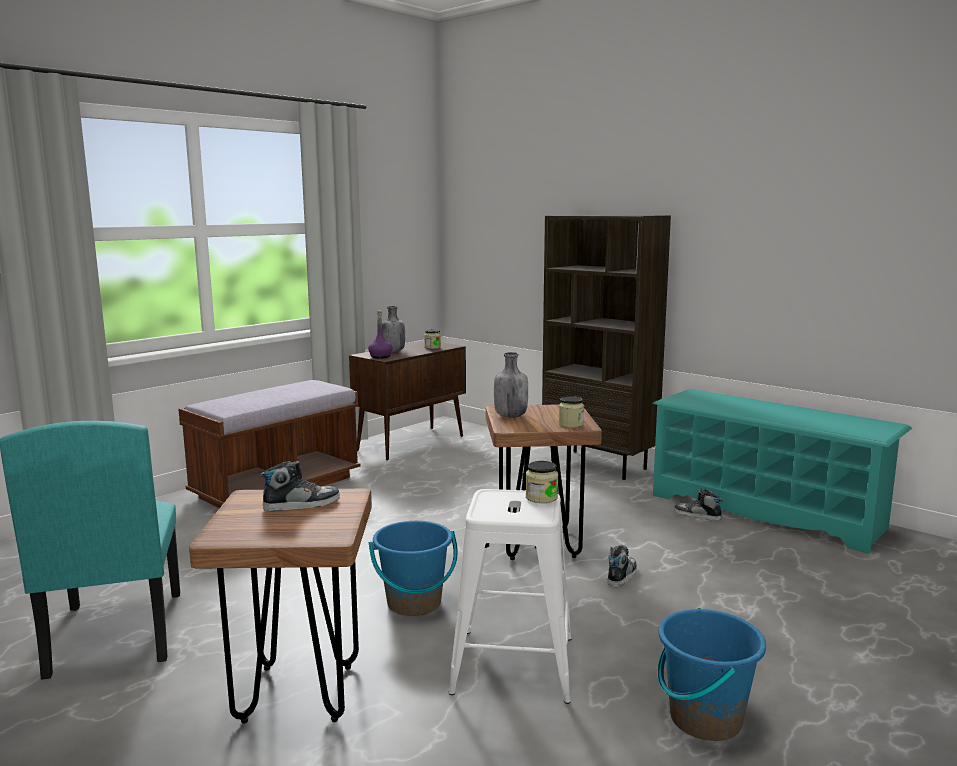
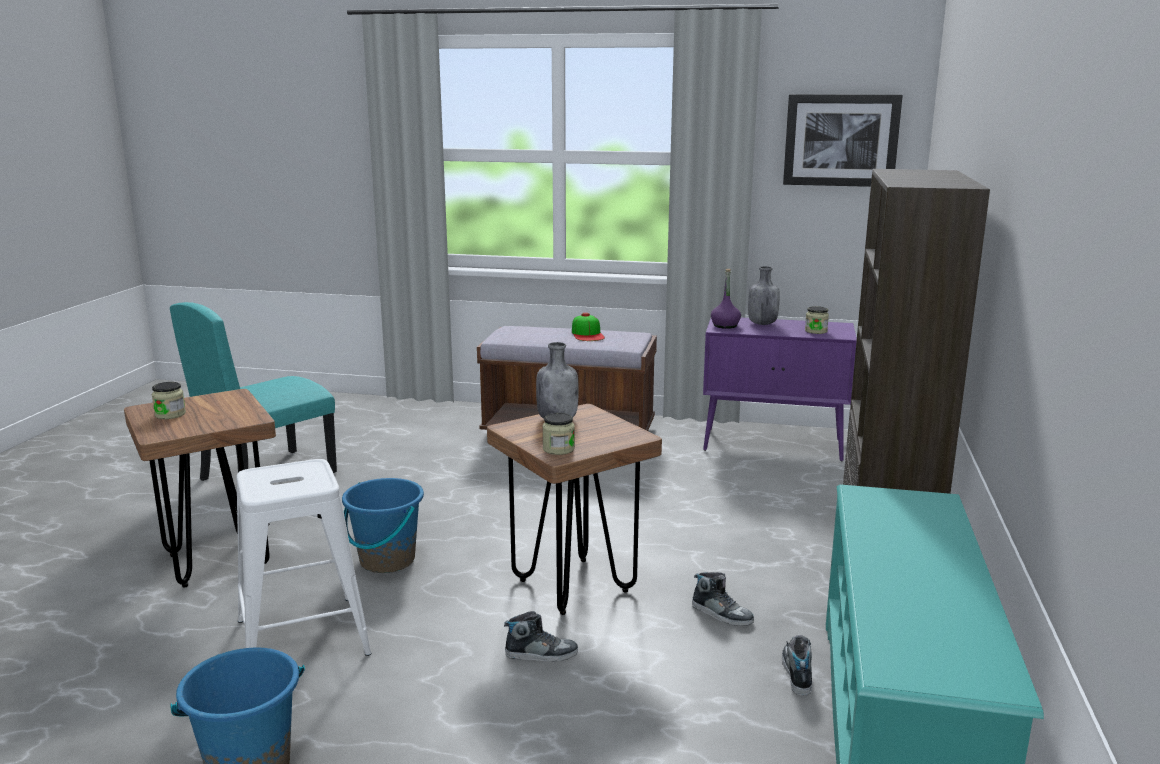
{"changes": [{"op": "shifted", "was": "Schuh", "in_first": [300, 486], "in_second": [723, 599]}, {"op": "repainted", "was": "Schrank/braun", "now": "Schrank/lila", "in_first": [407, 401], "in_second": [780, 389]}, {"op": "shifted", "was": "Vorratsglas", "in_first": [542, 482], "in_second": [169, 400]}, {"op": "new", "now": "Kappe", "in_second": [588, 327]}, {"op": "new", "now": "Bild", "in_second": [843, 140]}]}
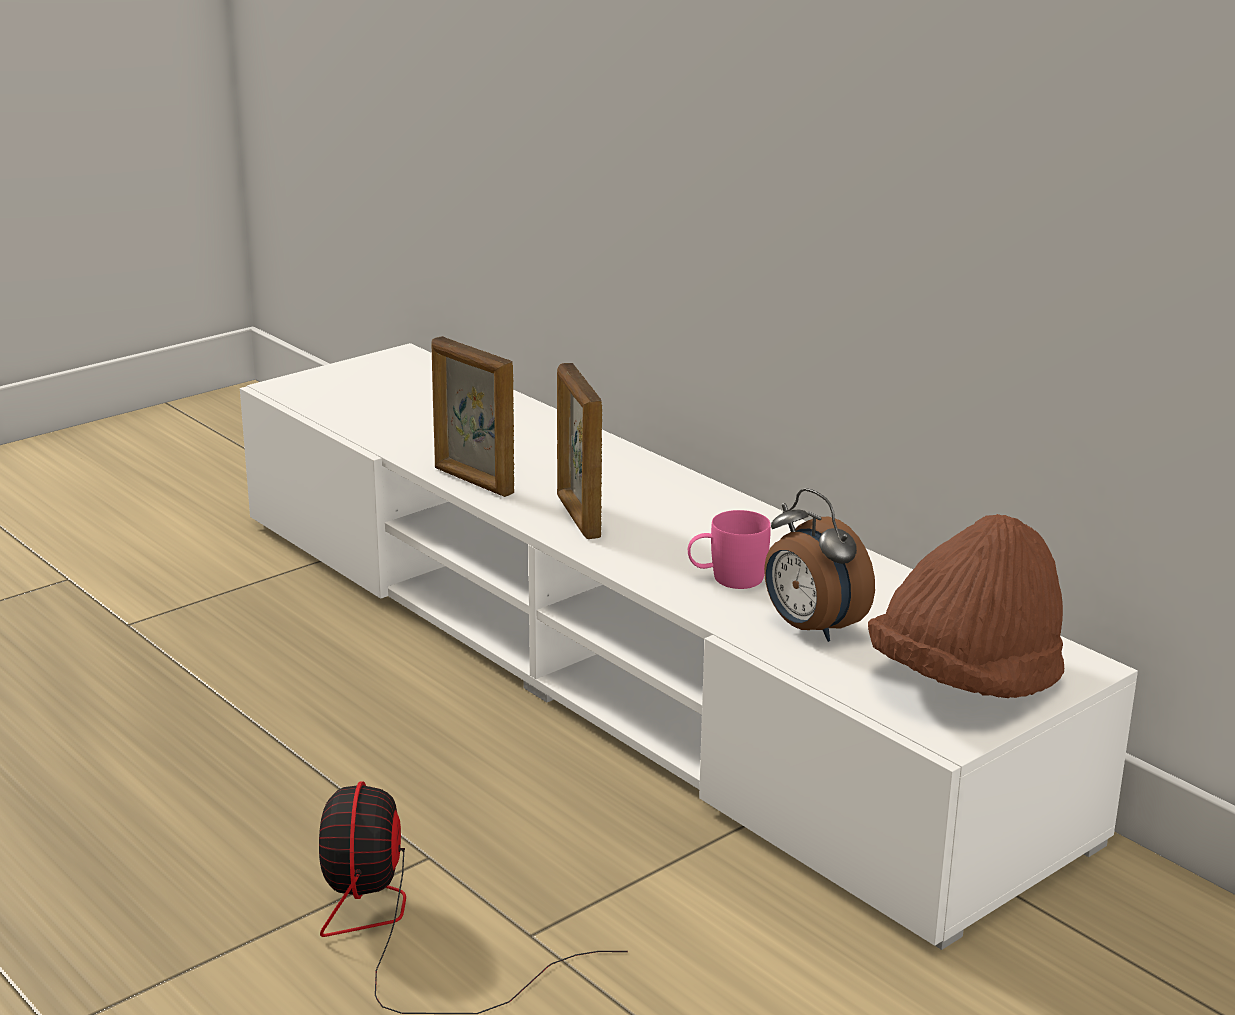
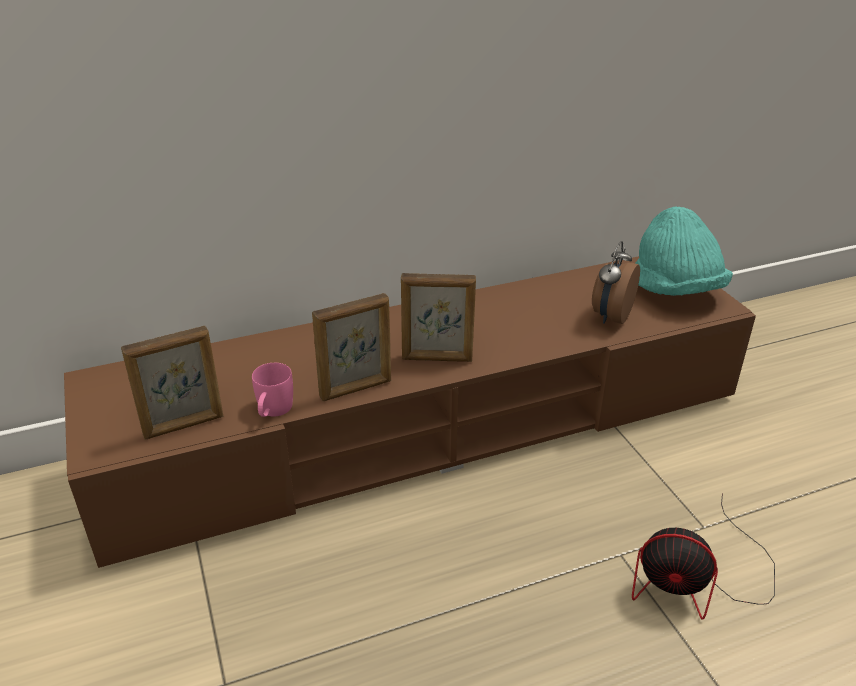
{"changes": [{"op": "repainted", "was": "Fernsehschrank/weiß", "now": "Fernsehschrank/braun", "in_first": [689, 646], "in_second": [410, 412]}, {"op": "shifted", "was": "Henkelbecher/rosa", "in_first": [729, 549], "in_second": [272, 390]}, {"op": "rotated", "was": "Wecker", "in_first": [819, 565], "in_second": [616, 282], "clockwise": 135}, {"op": "repainted", "was": "Hut/braun", "now": "Hut/türkis", "in_first": [966, 606], "in_second": [684, 251]}, {"op": "new", "now": "Bilderrahmen", "in_second": [172, 382]}]}
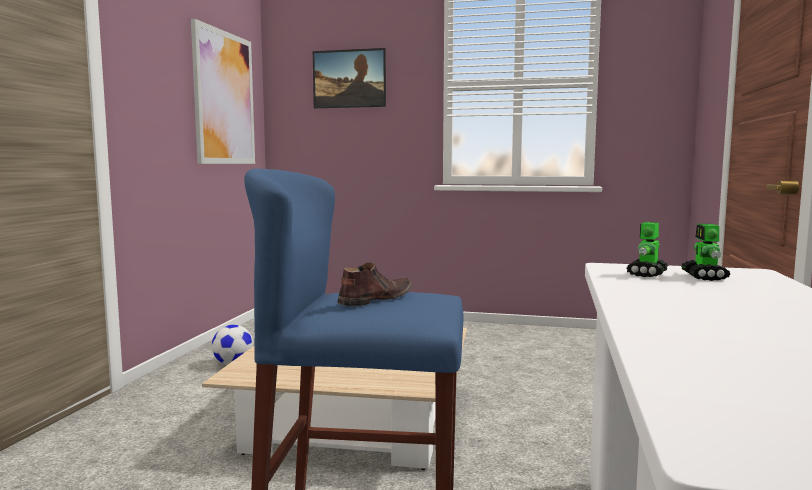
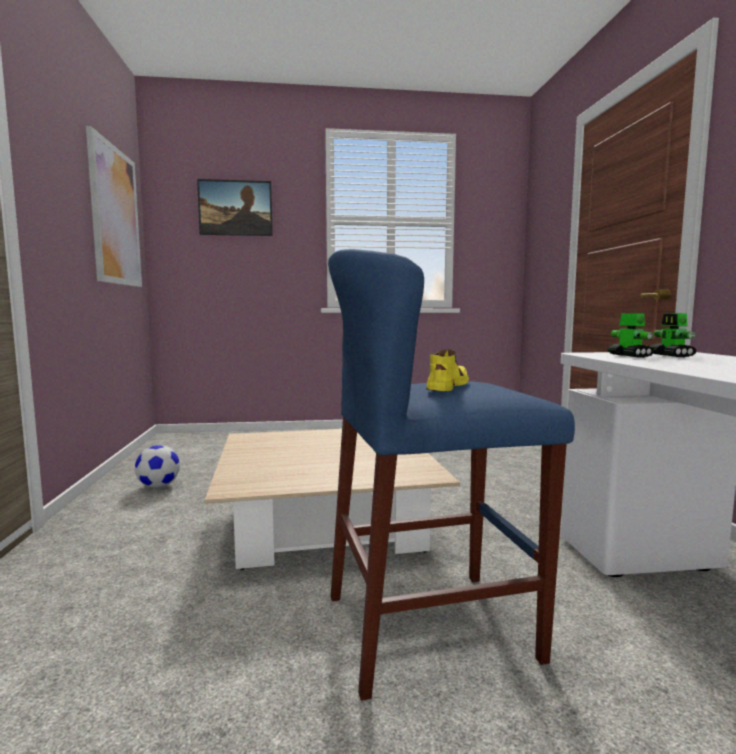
{"changes": [{"op": "repainted", "was": "Schuh/braun", "now": "Schuh/gelb", "in_first": [374, 284], "in_second": [447, 370]}, {"op": "rotated", "was": "Spielzeugroboter", "in_first": [647, 249], "in_second": [630, 335], "clockwise": 150}]}
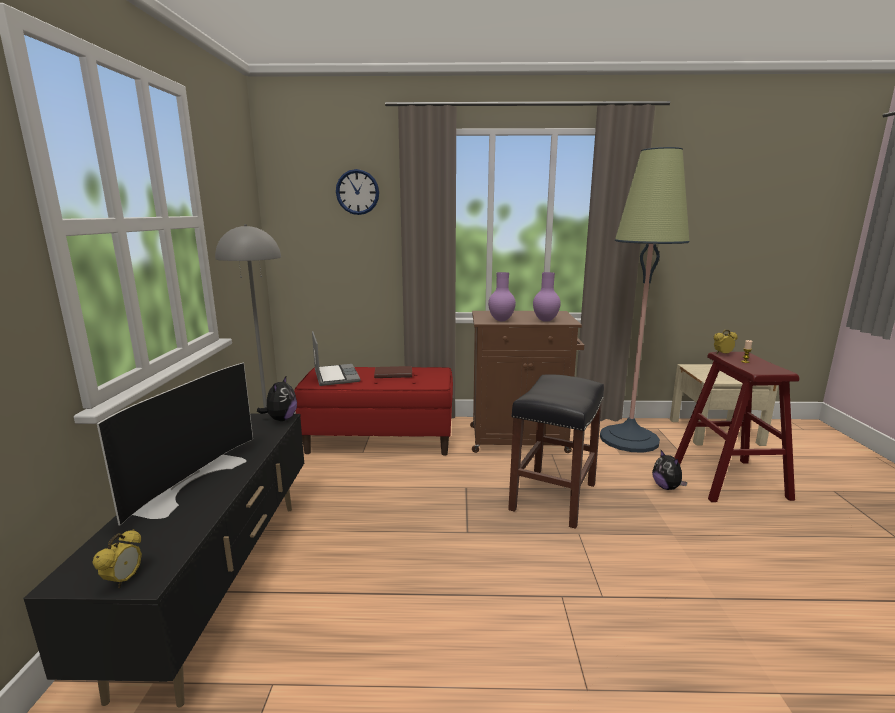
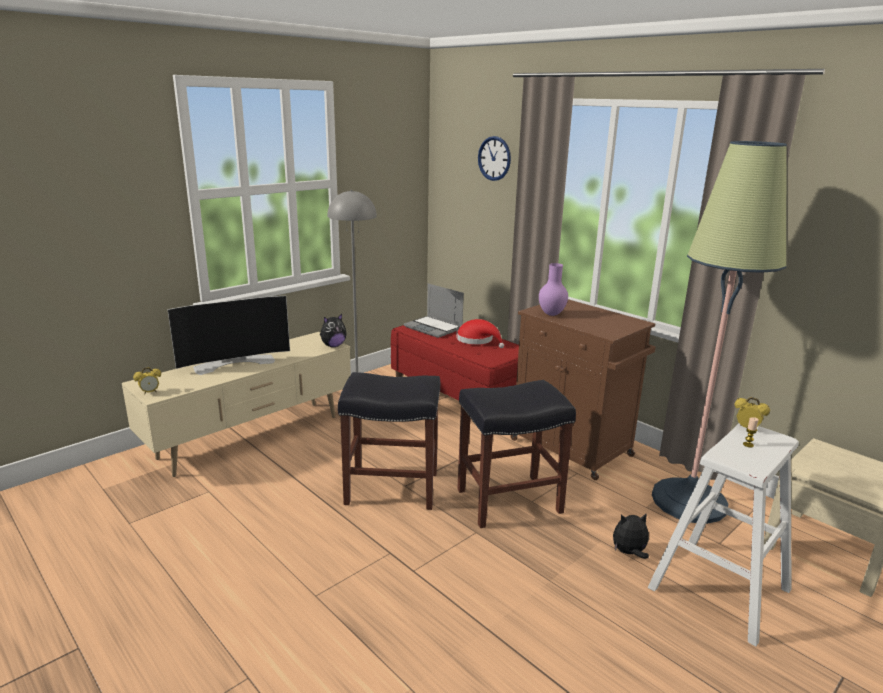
{"changes": [{"op": "repainted", "was": "Fernsehschrank/schwarz", "now": "Fernsehschrank/beige", "in_first": [163, 560], "in_second": [236, 404]}, {"op": "rotated", "was": "Laptop", "in_first": [336, 358], "in_second": [434, 311], "clockwise": 105}, {"op": "swapped", "was": "Buch/braun", "now": "Hut/rot", "in_first": [393, 372], "in_second": [480, 333]}, {"op": "gone", "was": "Vase/lila", "in_first": [547, 297]}, {"op": "rotated", "was": "Plüschtier", "in_first": [670, 470], "in_second": [631, 536], "clockwise": 60}, {"op": "repainted", "was": "Hocker/rot", "now": "Hocker/weiß", "in_first": [736, 427], "in_second": [723, 534]}, {"op": "new", "now": "Hocker/schwarz", "in_second": [389, 441]}]}
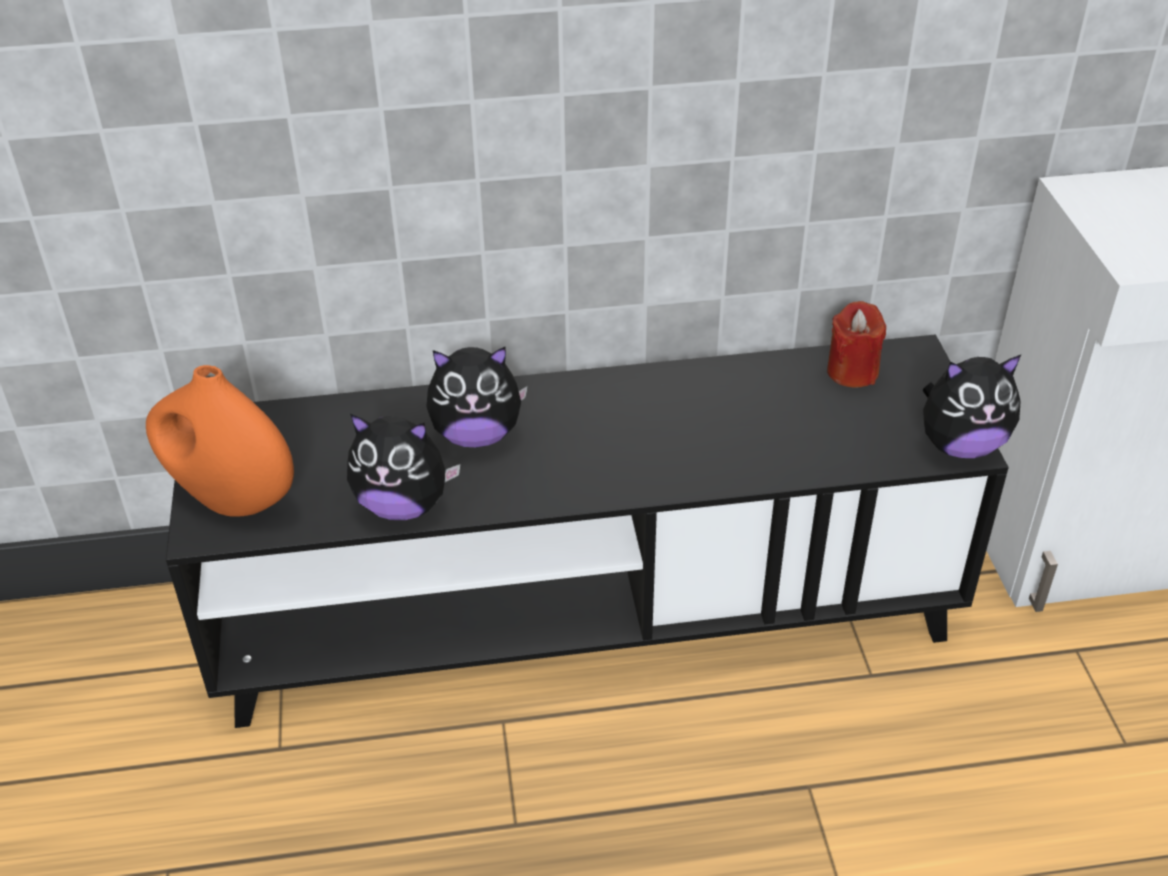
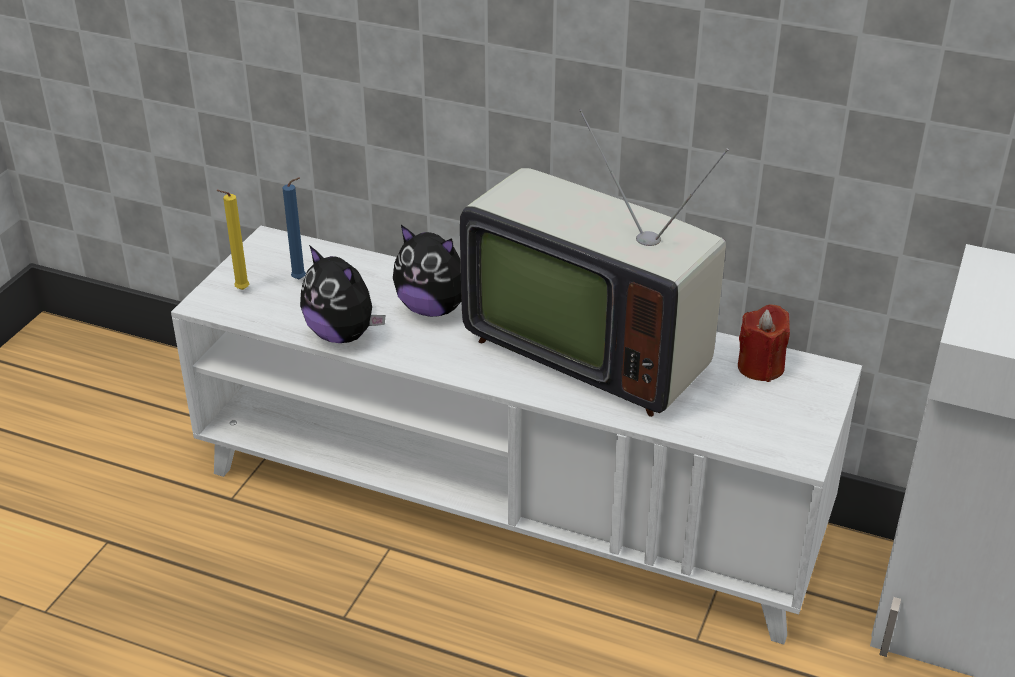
{"changes": [{"op": "swapped", "was": "Vase/orange", "now": "Kerze/gelb", "in_first": [220, 441], "in_second": [232, 240]}, {"op": "repainted", "was": "Fernsehschrank/schwarz", "now": "Fernsehschrank/weiß", "in_first": [587, 531], "in_second": [516, 434]}, {"op": "gone", "was": "Plüschtier", "in_first": [971, 406]}, {"op": "new", "now": "Kerze/blau", "in_second": [294, 228]}, {"op": "new", "now": "Fernseher", "in_second": [594, 263]}]}
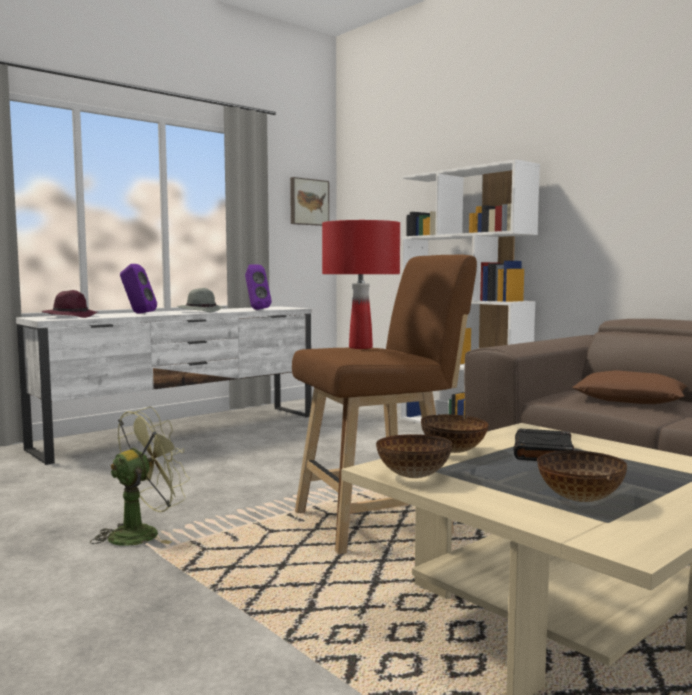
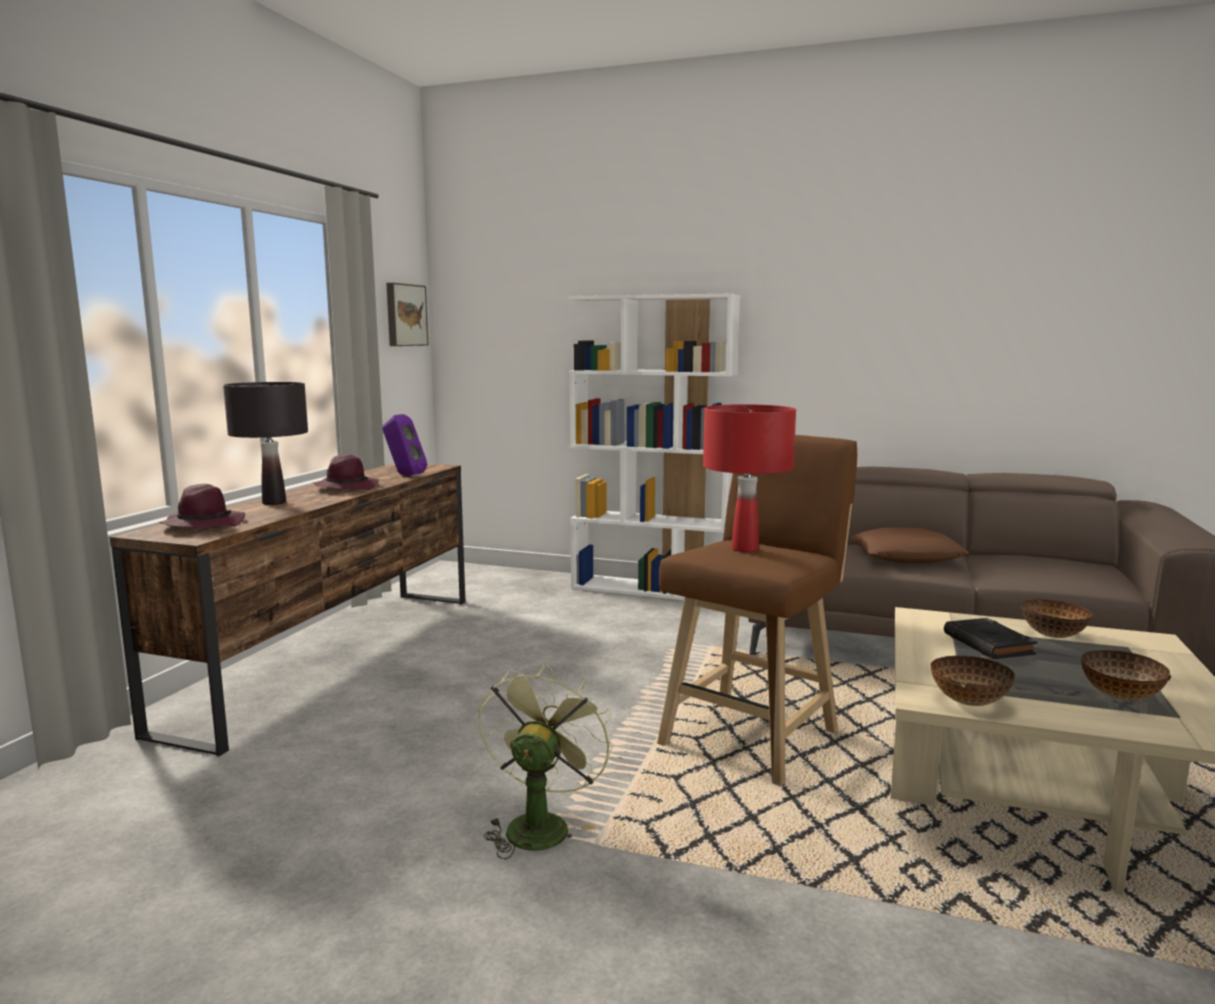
{"changes": [{"op": "repainted", "was": "Fernsehschrank/weiß", "now": "Fernsehschrank/braun", "in_first": [163, 385], "in_second": [287, 610]}, {"op": "swapped", "was": "Lautsprecher/lila", "now": "Tischlampe/schwarz", "in_first": [138, 289], "in_second": [265, 443]}, {"op": "repainted", "was": "Hut/grau", "now": "Hut/lila", "in_first": [201, 300], "in_second": [346, 472]}, {"op": "shifted", "was": "Schüssel", "in_first": [455, 433], "in_second": [1057, 618]}]}
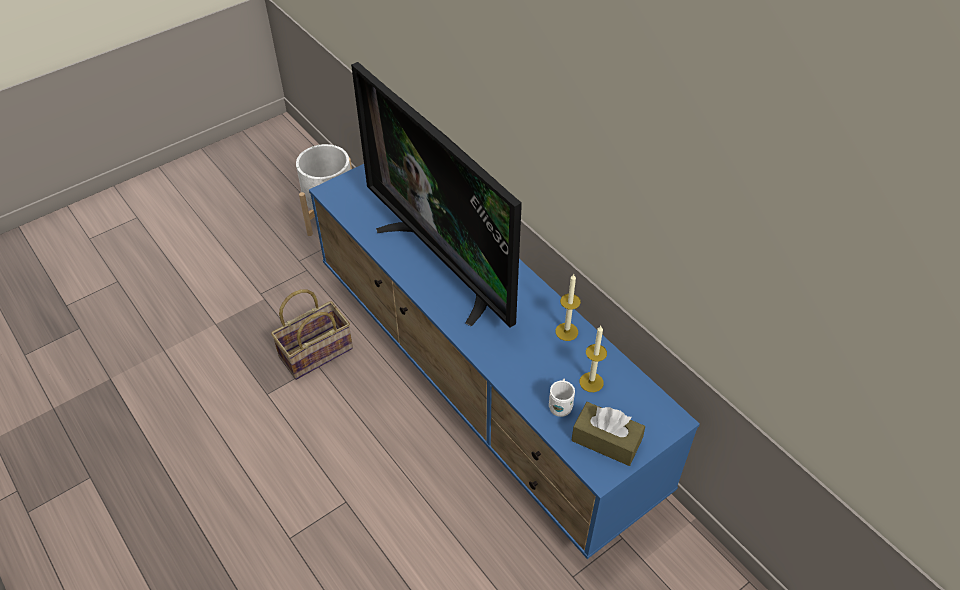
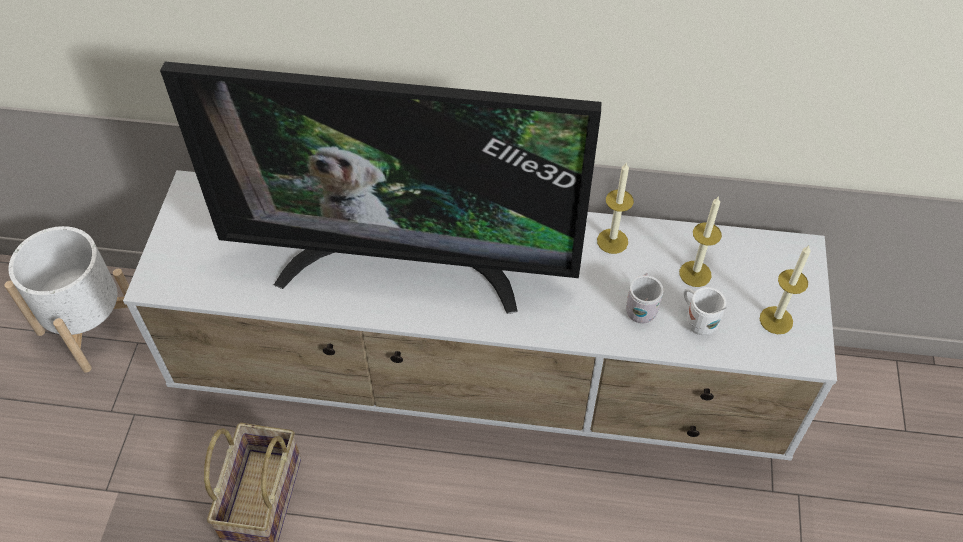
{"changes": [{"op": "repainted", "was": "Fernsehschrank/blau", "now": "Fernsehschrank/weiß", "in_first": [504, 361], "in_second": [480, 315]}, {"op": "swapped", "was": "Taschentuchbox/braun", "now": "Kerze", "in_first": [608, 434], "in_second": [785, 289]}, {"op": "new", "now": "Henkelbecher/weiß", "in_second": [644, 298]}]}
